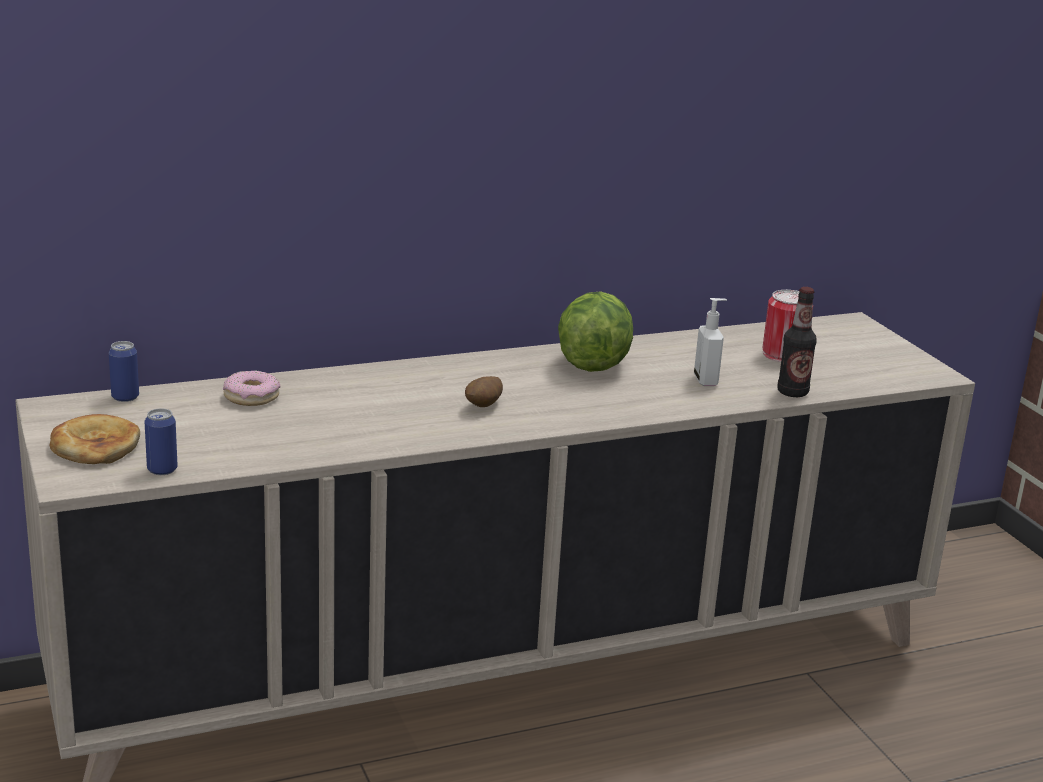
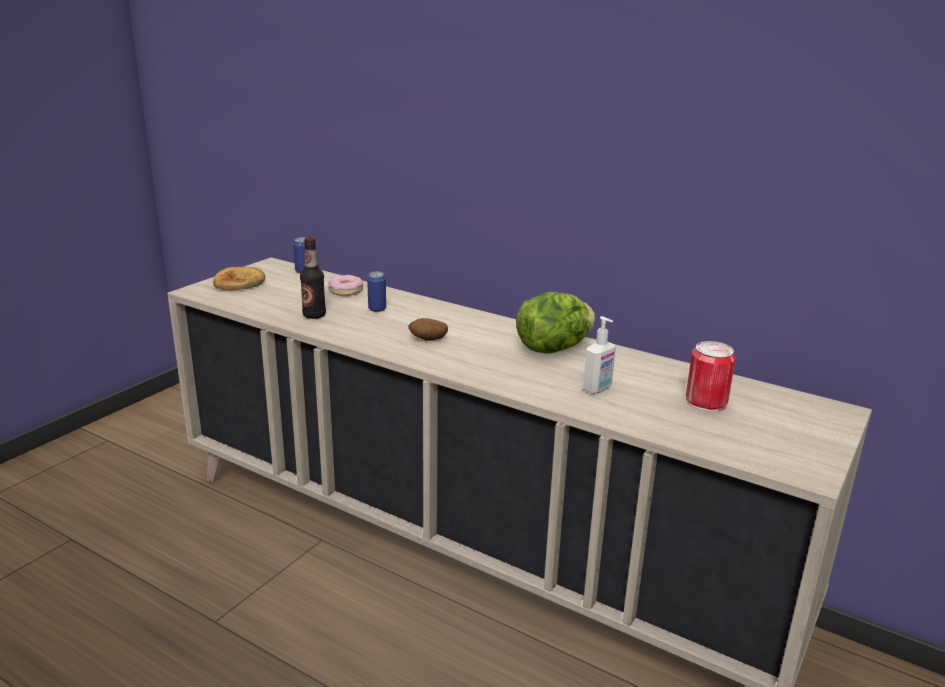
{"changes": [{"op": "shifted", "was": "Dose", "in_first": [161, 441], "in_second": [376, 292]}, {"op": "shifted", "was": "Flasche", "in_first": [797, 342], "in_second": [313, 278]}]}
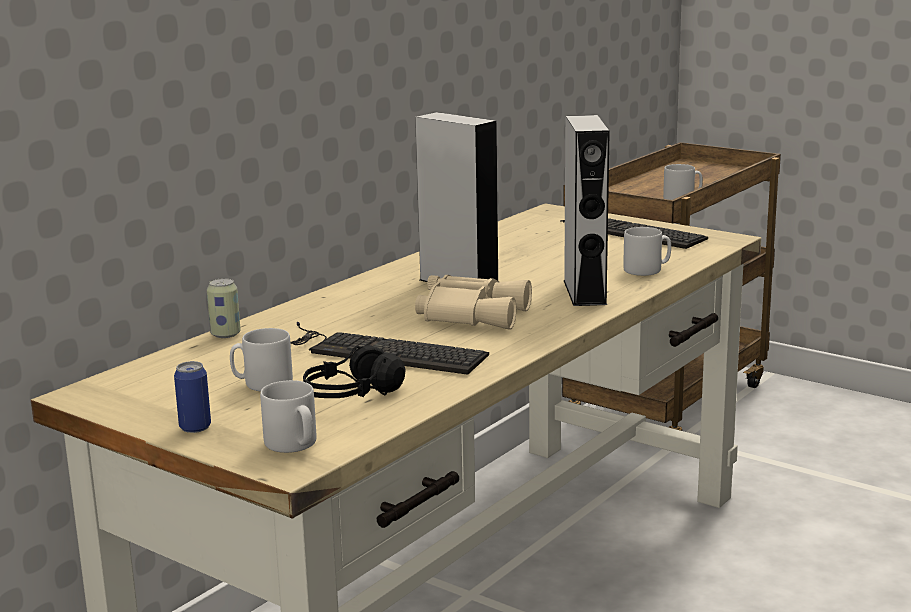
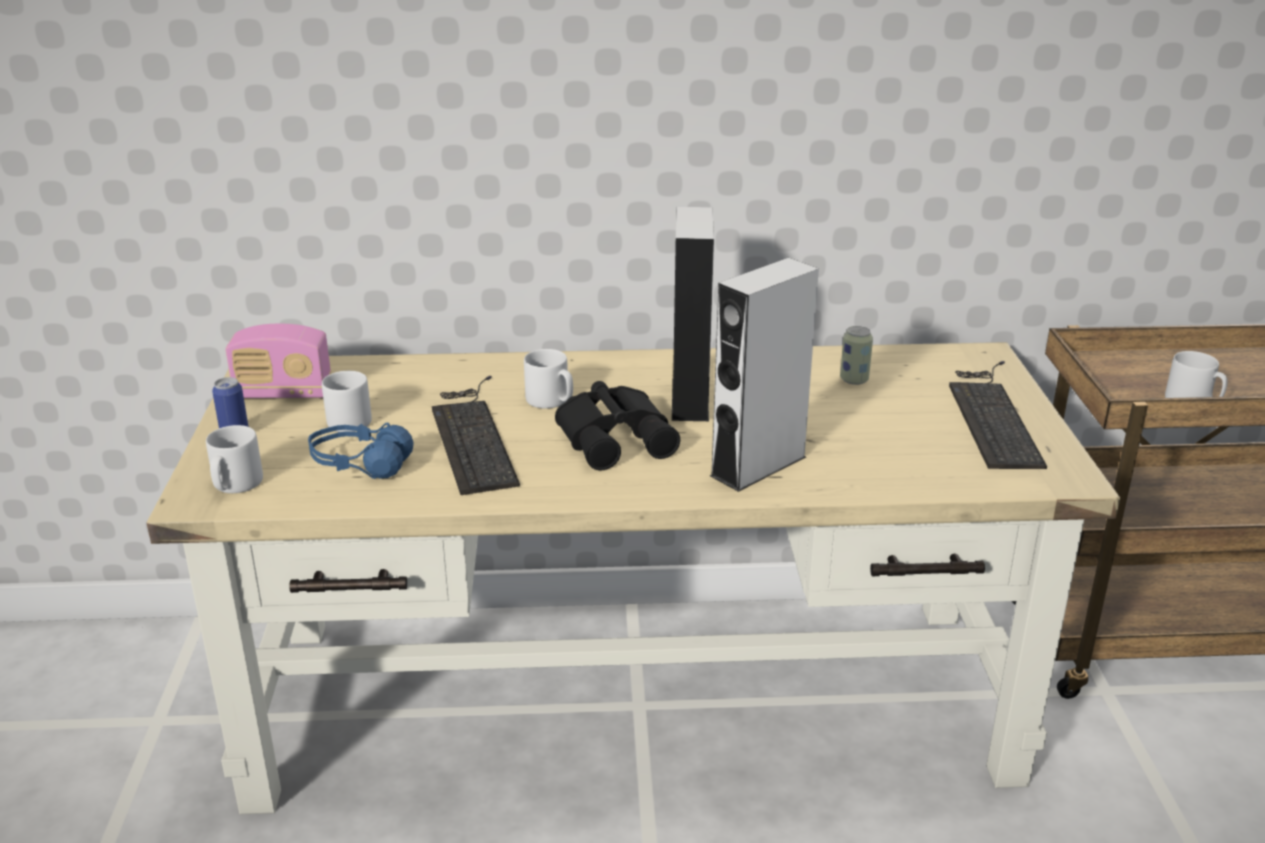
{"changes": [{"op": "shifted", "was": "Dose", "in_first": [224, 308], "in_second": [856, 355]}, {"op": "repainted", "was": "Kopfhörer/schwarz", "now": "Kopfhörer/blau", "in_first": [354, 371], "in_second": [361, 450]}, {"op": "repainted", "was": "Fernglas/beige", "now": "Fernglas/schwarz", "in_first": [473, 302], "in_second": [617, 426]}, {"op": "shifted", "was": "Henkelbecher/grau", "in_first": [647, 251], "in_second": [548, 379]}, {"op": "new", "now": "Radio", "in_second": [278, 361]}]}
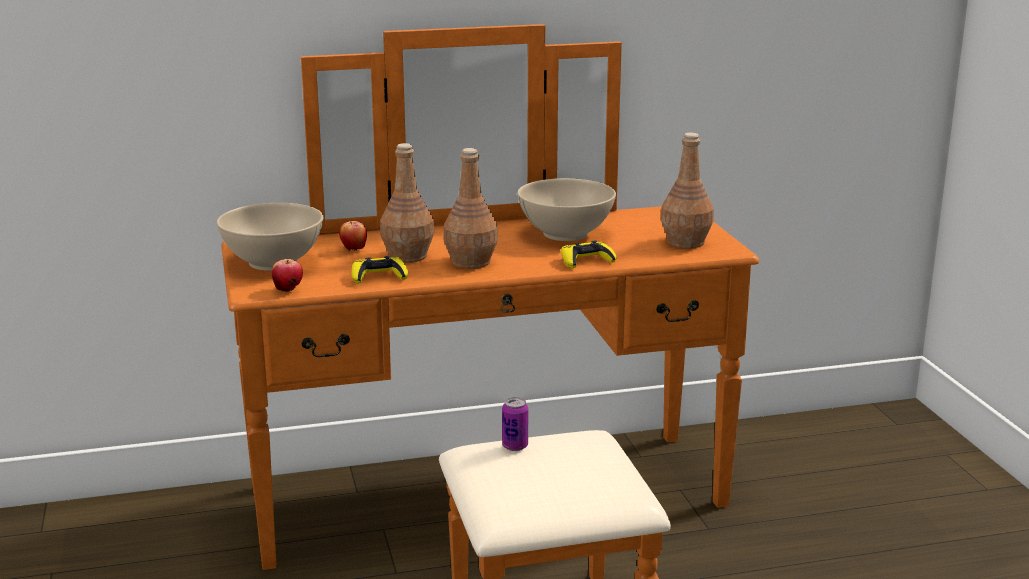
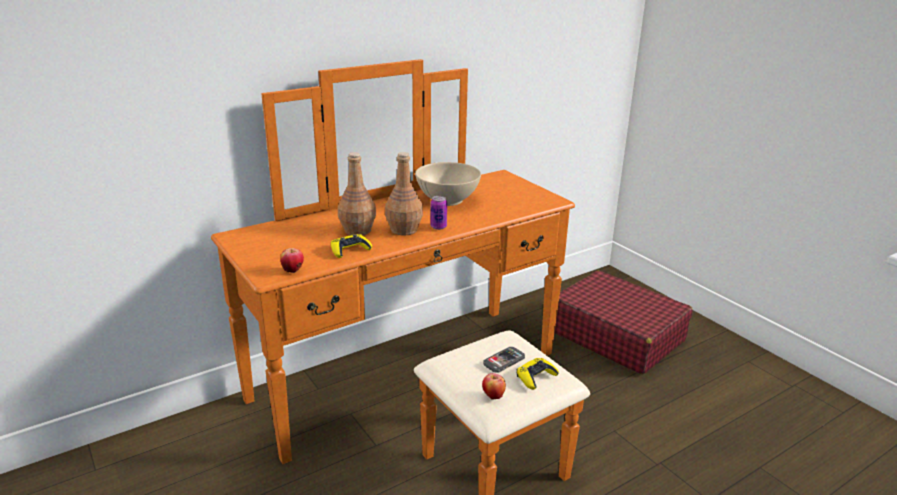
{"changes": [{"op": "gone", "was": "Schüssel/beige", "in_first": [270, 237]}, {"op": "shifted", "was": "Apfel", "in_first": [353, 236], "in_second": [494, 386]}, {"op": "shifted", "was": "Dose", "in_first": [515, 424], "in_second": [438, 213]}, {"op": "shifted", "was": "Gamepad/gelb", "in_first": [589, 254], "in_second": [537, 374]}, {"op": "gone", "was": "Flasche/braun", "in_first": [687, 191]}, {"op": "new", "now": "Handy", "in_second": [504, 360]}, {"op": "new", "now": "Koffer/rot", "in_second": [624, 322]}]}
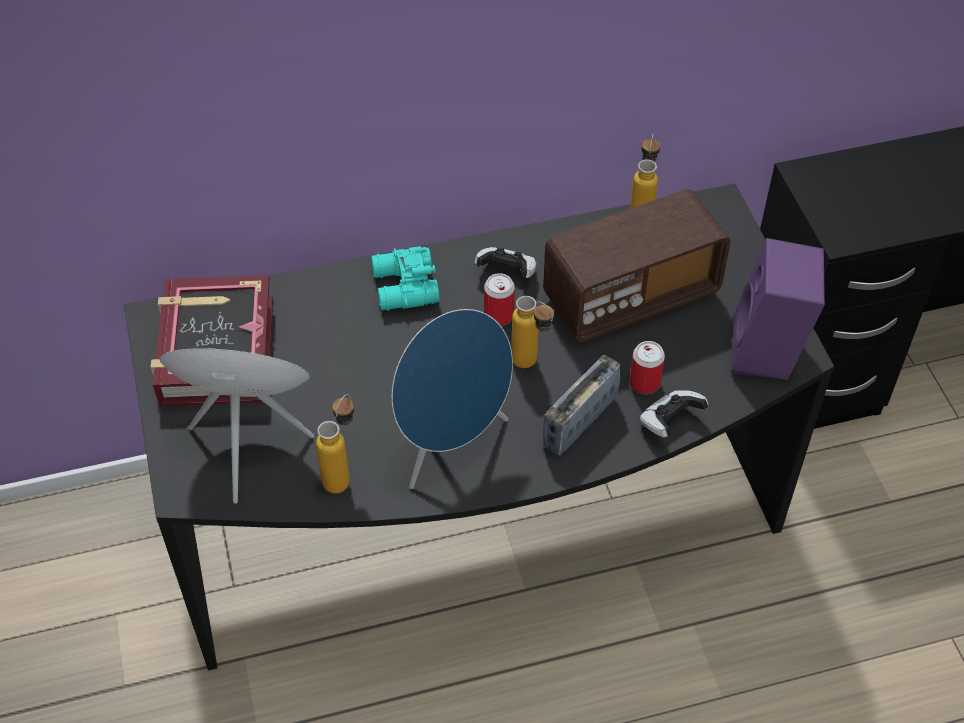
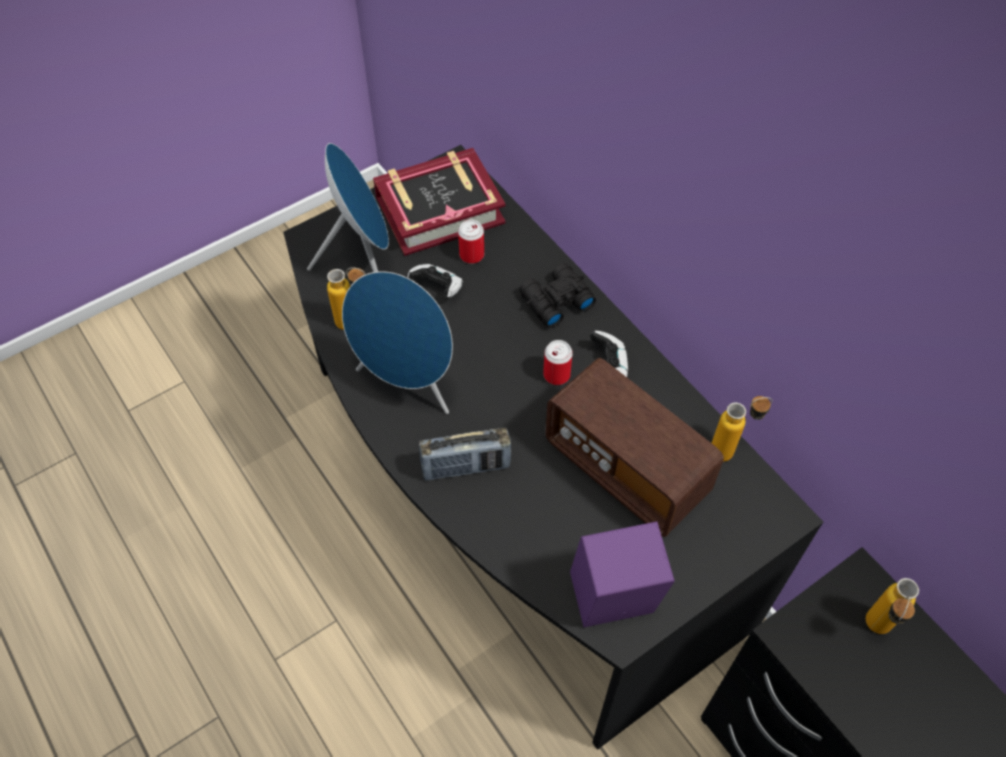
{"changes": [{"op": "repainted", "was": "Fernglas/türkis", "now": "Fernglas/schwarz", "in_first": [405, 278], "in_second": [557, 295]}, {"op": "shifted", "was": "Flasche", "in_first": [532, 332], "in_second": [892, 606]}, {"op": "rotated", "was": "Radio", "in_first": [581, 405], "in_second": [465, 454], "clockwise": 150}, {"op": "shifted", "was": "Dose", "in_first": [647, 367], "in_second": [471, 242]}, {"op": "shifted", "was": "Gamepad", "in_first": [674, 413], "in_second": [435, 280]}]}
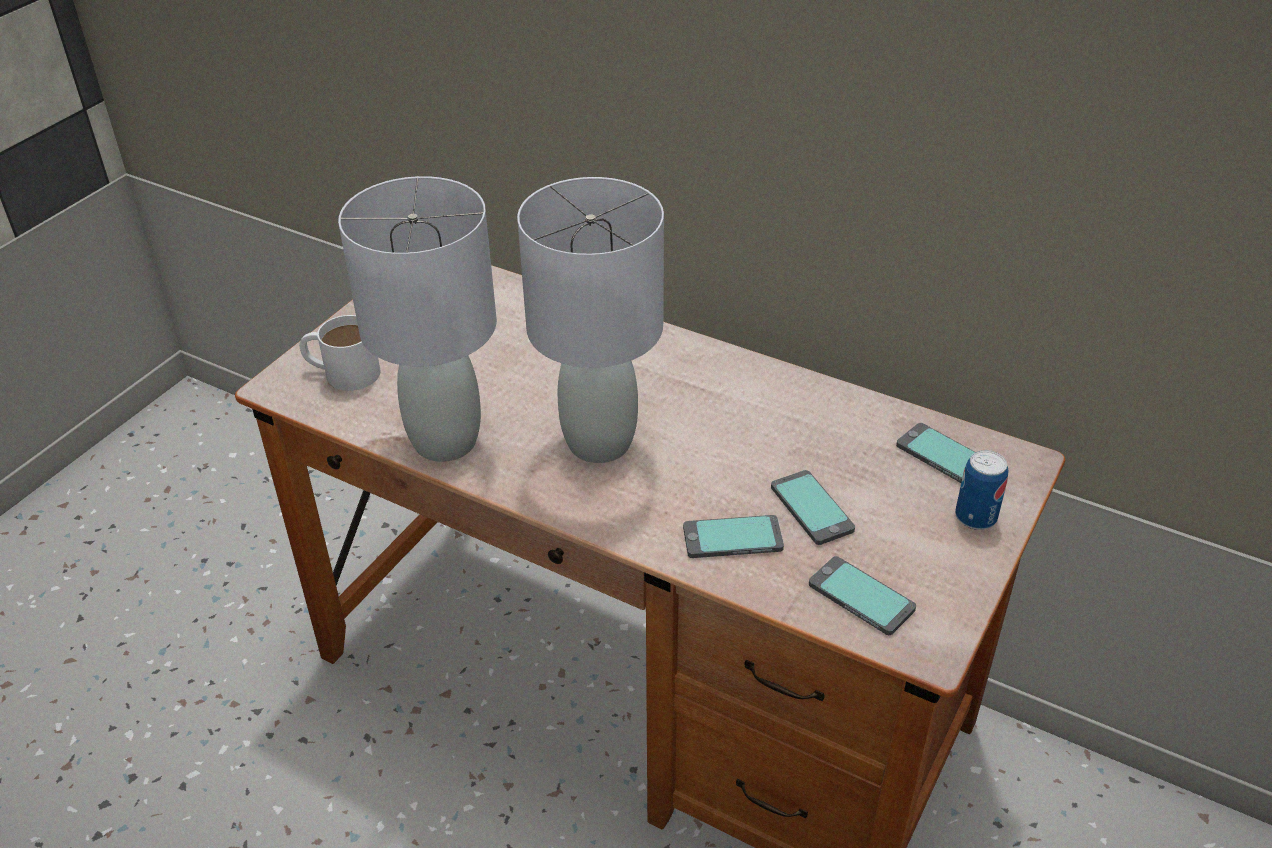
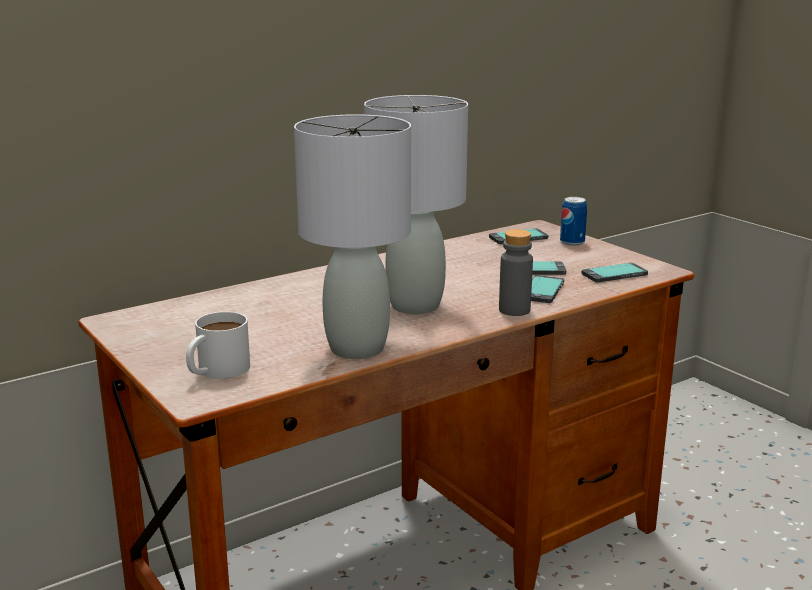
{"changes": [{"op": "new", "now": "Flasche/grau", "in_second": [516, 272]}]}
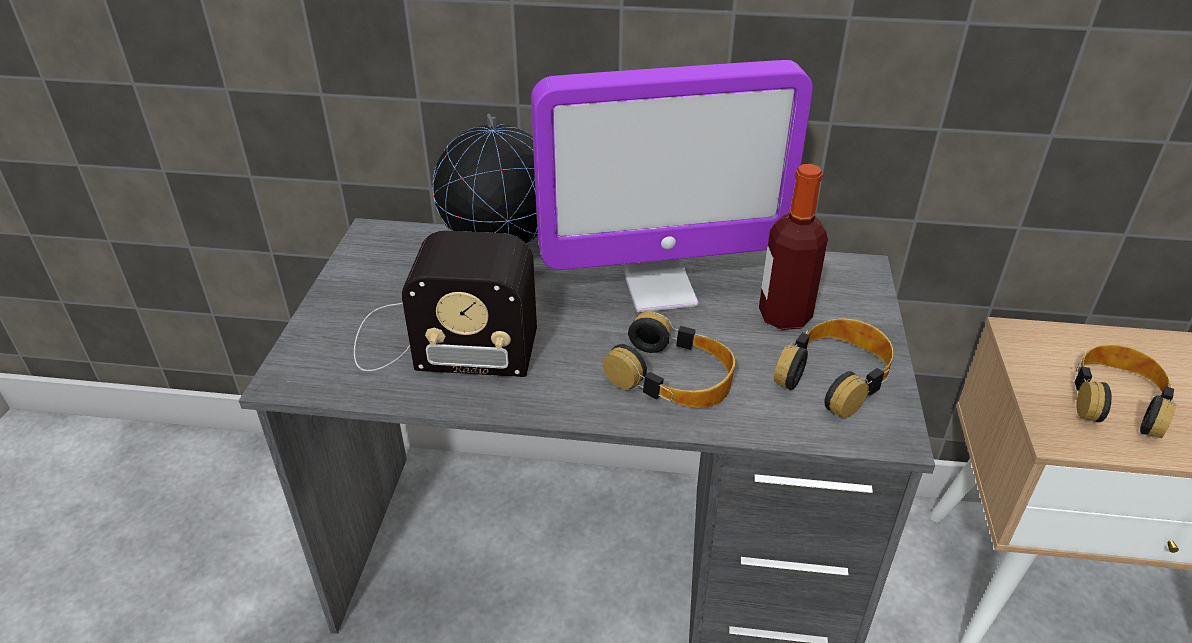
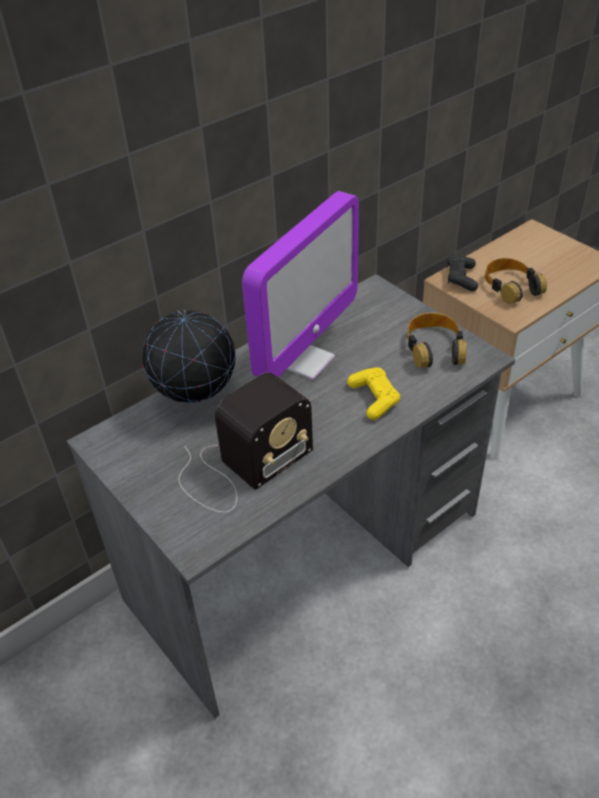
{"changes": [{"op": "swapped", "was": "Kopfhörer", "now": "Gamepad/gelb", "in_first": [669, 359], "in_second": [373, 393]}, {"op": "gone", "was": "Flasche", "in_first": [793, 247]}, {"op": "new", "now": "Gamepad/schwarz", "in_second": [462, 273]}]}
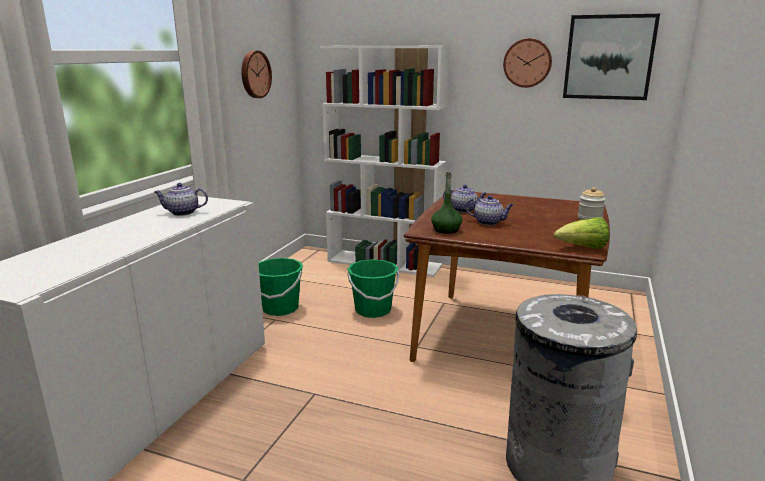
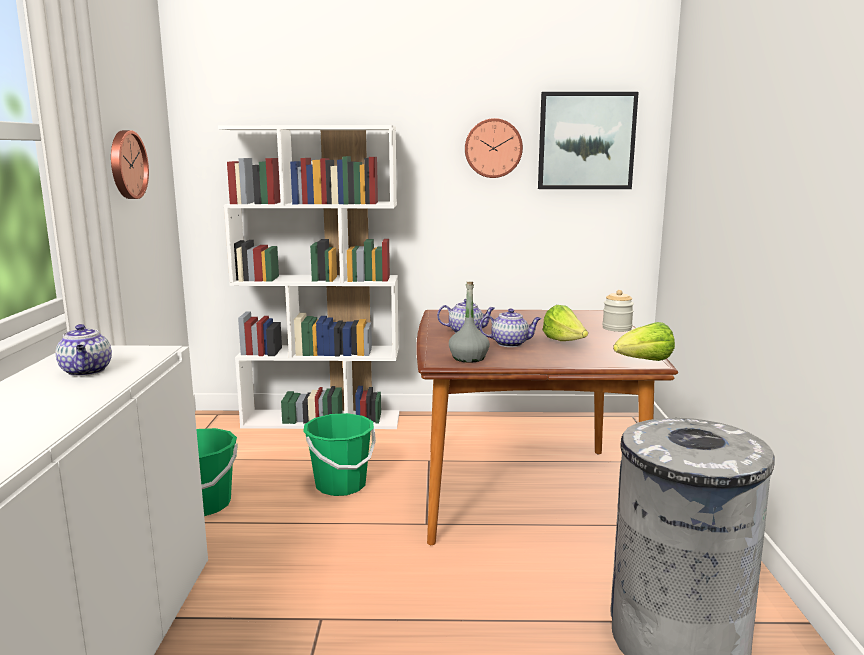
{"changes": [{"op": "rotated", "was": "Teekanne", "in_first": [181, 199], "in_second": [84, 350], "clockwise": -90}, {"op": "repainted", "was": "Flasche/grün", "now": "Flasche/grau", "in_first": [446, 203], "in_second": [469, 322]}, {"op": "new", "now": "Salatkopf", "in_second": [565, 323]}]}
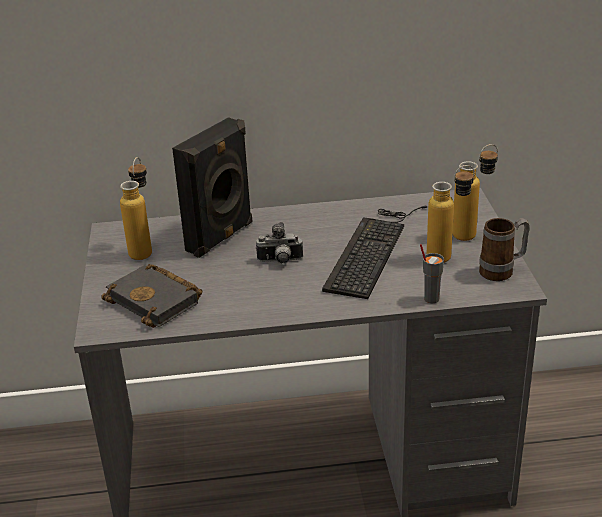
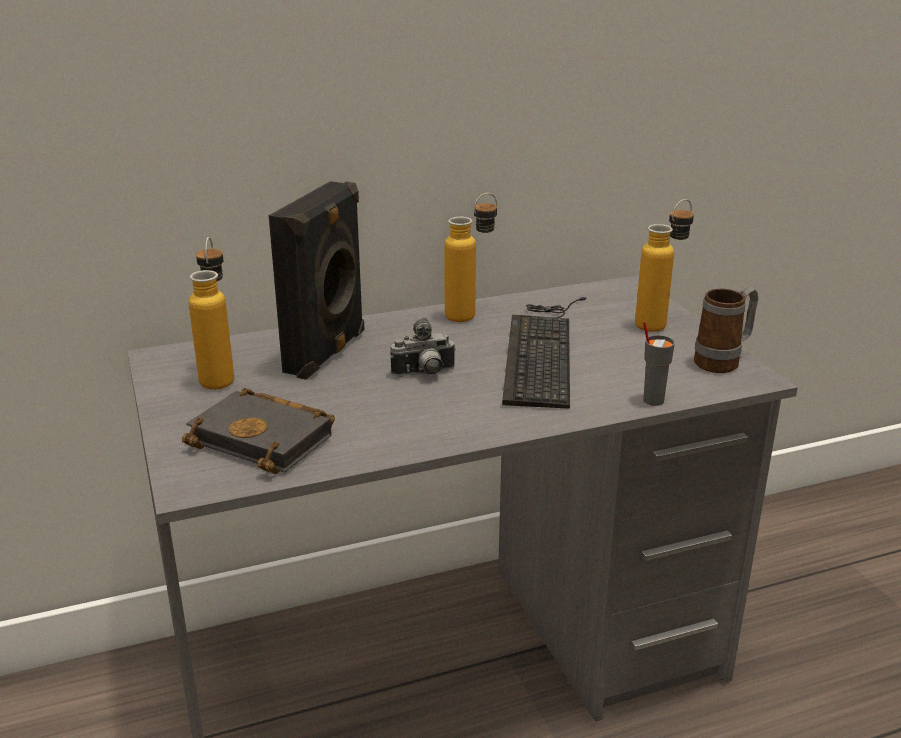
{"changes": [{"op": "shifted", "was": "Flasche", "in_first": [451, 214], "in_second": [470, 257]}]}
